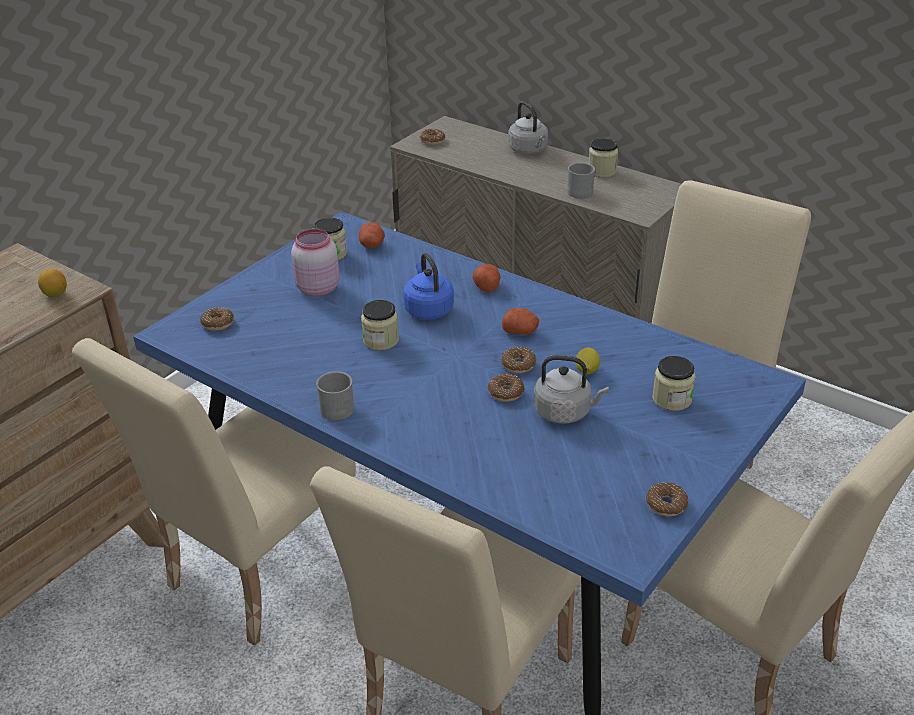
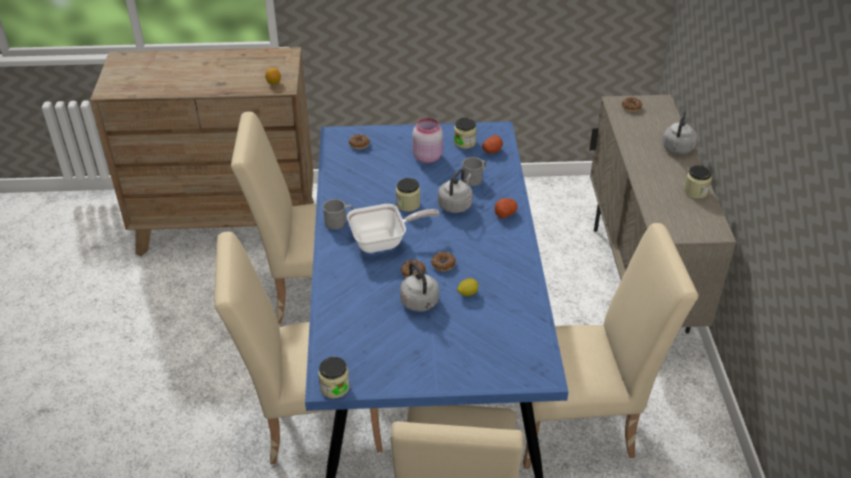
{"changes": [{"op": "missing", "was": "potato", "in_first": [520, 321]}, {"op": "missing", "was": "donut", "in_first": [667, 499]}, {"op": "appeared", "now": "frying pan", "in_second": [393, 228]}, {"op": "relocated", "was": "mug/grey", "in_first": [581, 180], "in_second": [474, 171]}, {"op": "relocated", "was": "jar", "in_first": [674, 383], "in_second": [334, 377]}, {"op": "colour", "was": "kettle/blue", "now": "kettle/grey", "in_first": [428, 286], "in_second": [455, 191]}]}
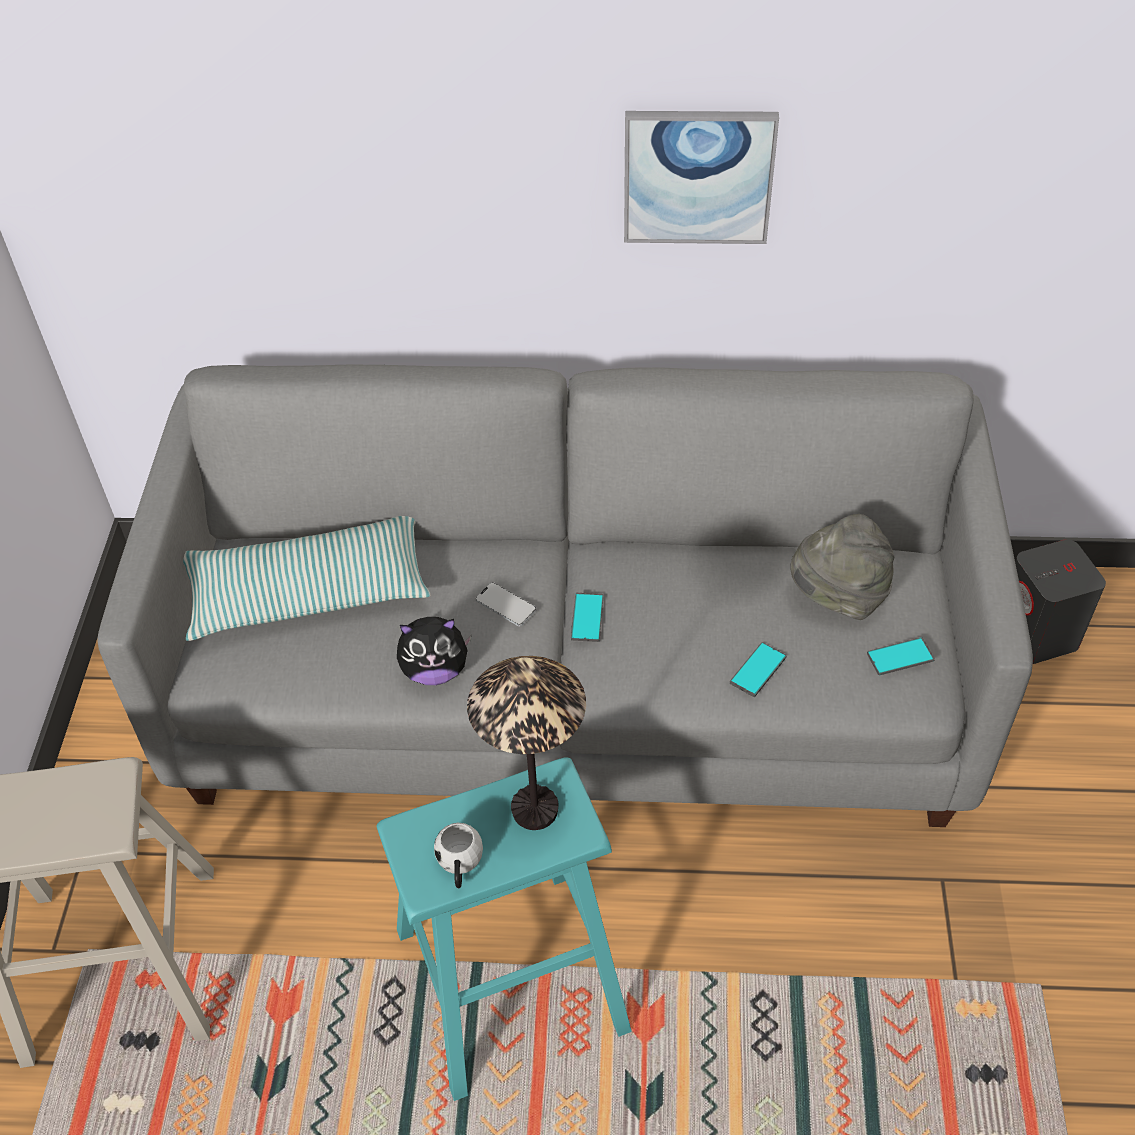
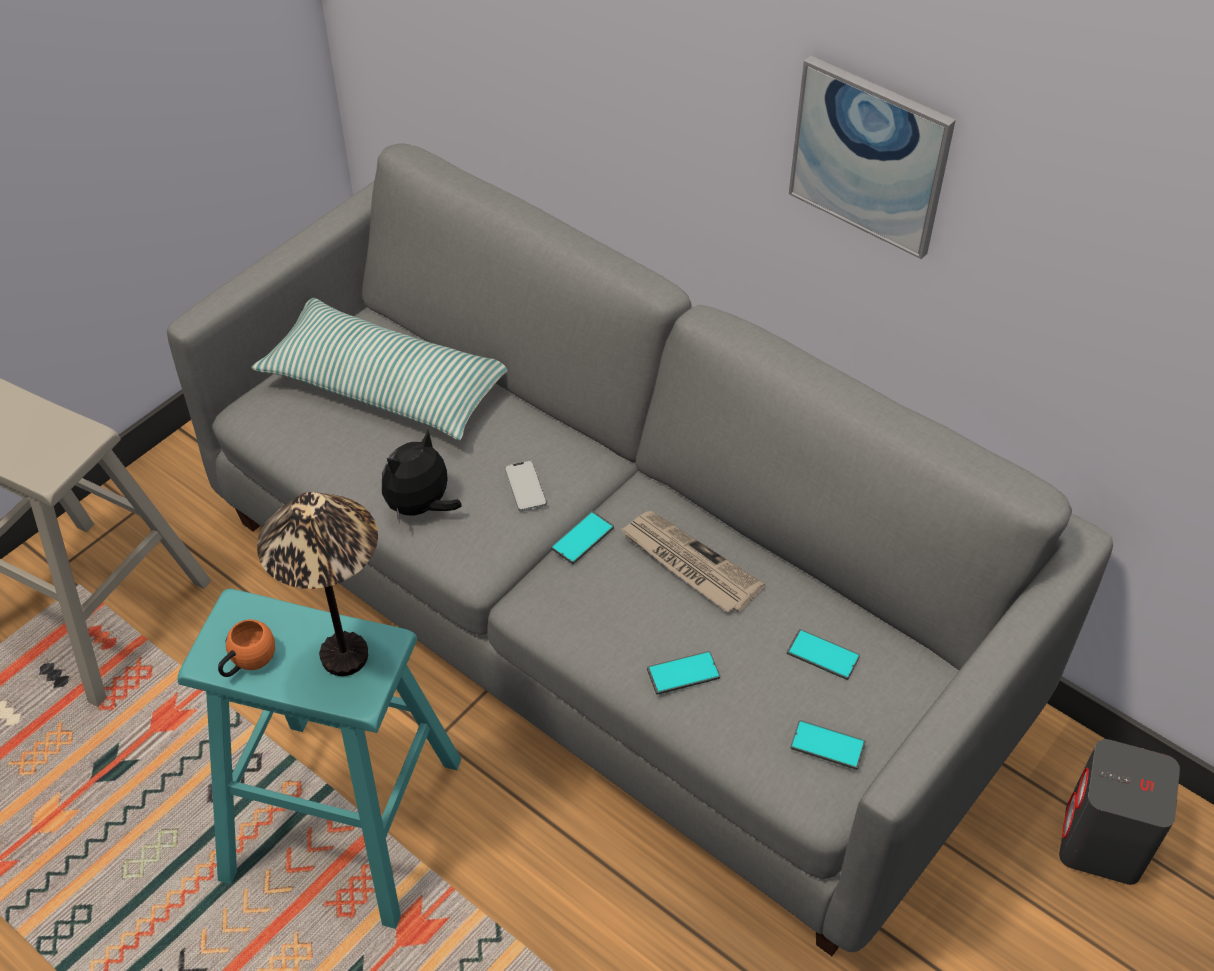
{"changes": [{"op": "appeared", "now": "newspaper", "in_second": [692, 561]}, {"op": "exchanged", "was": "hat/grey", "now": "phone", "in_first": [842, 567], "in_second": [823, 654]}, {"op": "colour", "was": "mug/white", "now": "mug/orange", "in_first": [458, 855], "in_second": [246, 648]}, {"op": "spun", "was": "plush toy", "in_first": [434, 651], "in_second": [422, 476], "clockwise": 105}]}
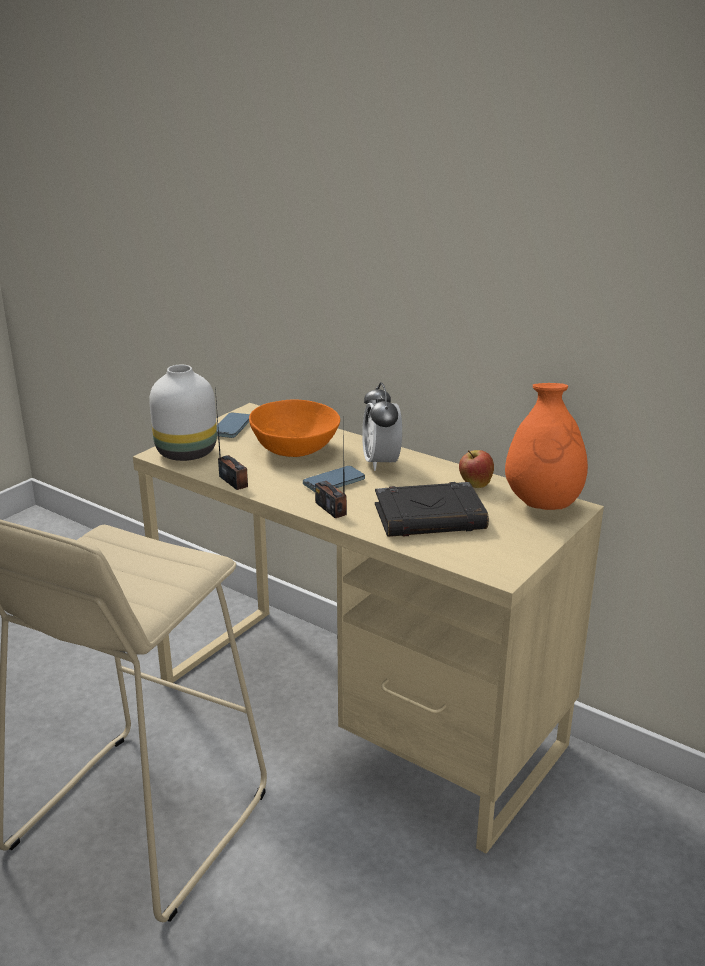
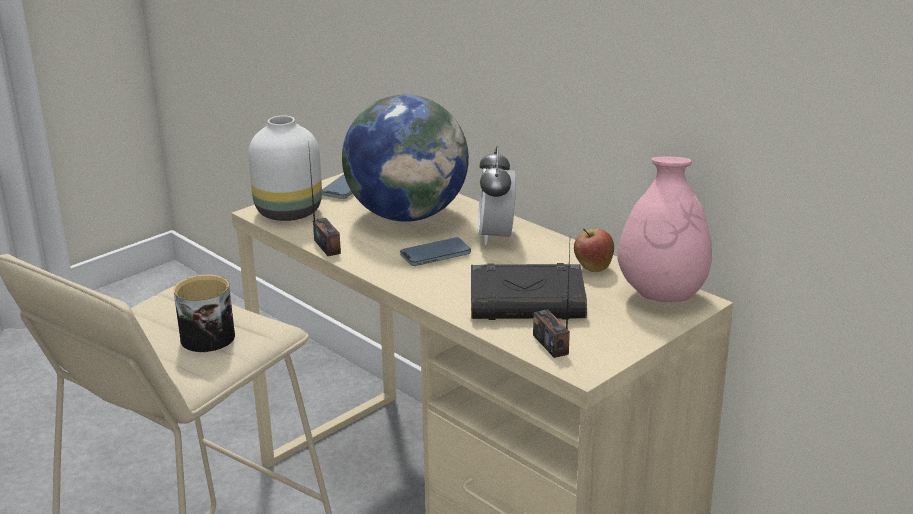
{"changes": [{"op": "appeared", "now": "mug", "in_second": [204, 313]}, {"op": "relocated", "was": "radio", "in_first": [331, 467], "in_second": [551, 302]}, {"op": "exchanged", "was": "bowl/orange", "now": "globe", "in_first": [294, 428], "in_second": [405, 158]}, {"op": "colour", "was": "vase/orange", "now": "vase/pink", "in_first": [546, 446], "in_second": [664, 229]}]}
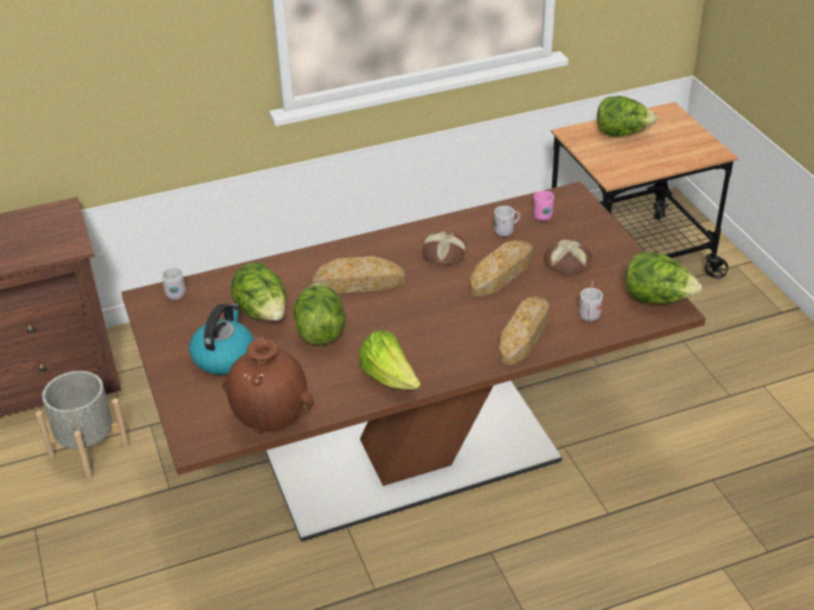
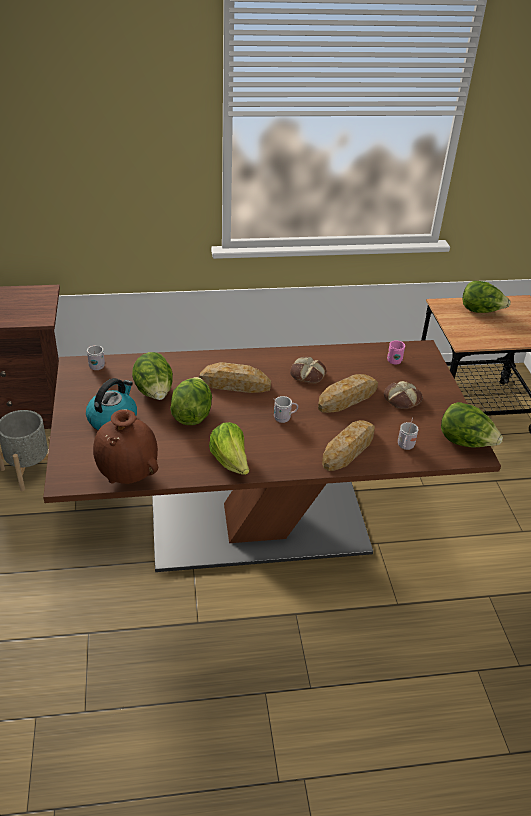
{"changes": [{"op": "relocated", "was": "mug/white", "in_first": [507, 221], "in_second": [285, 409]}]}
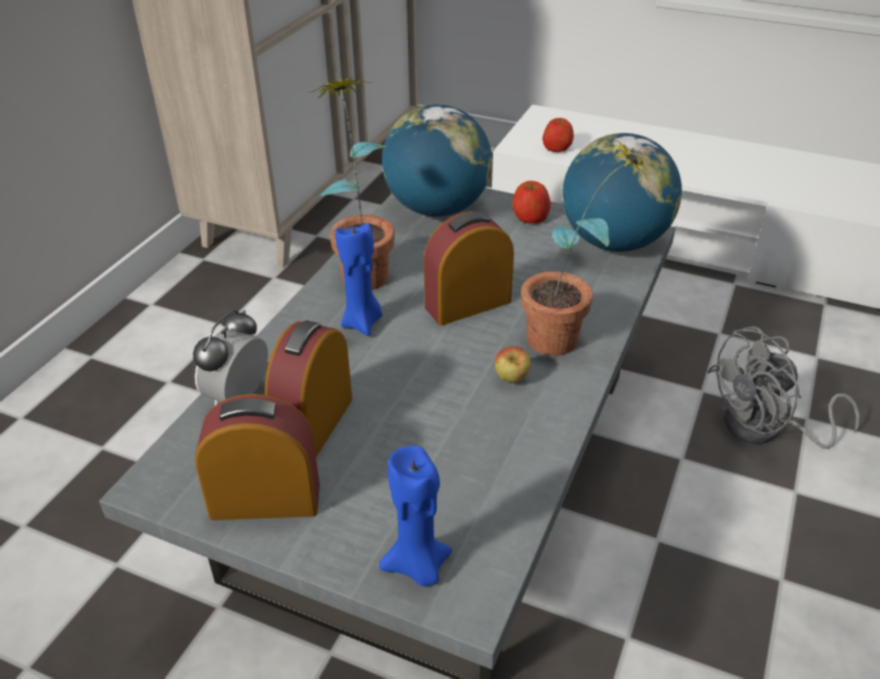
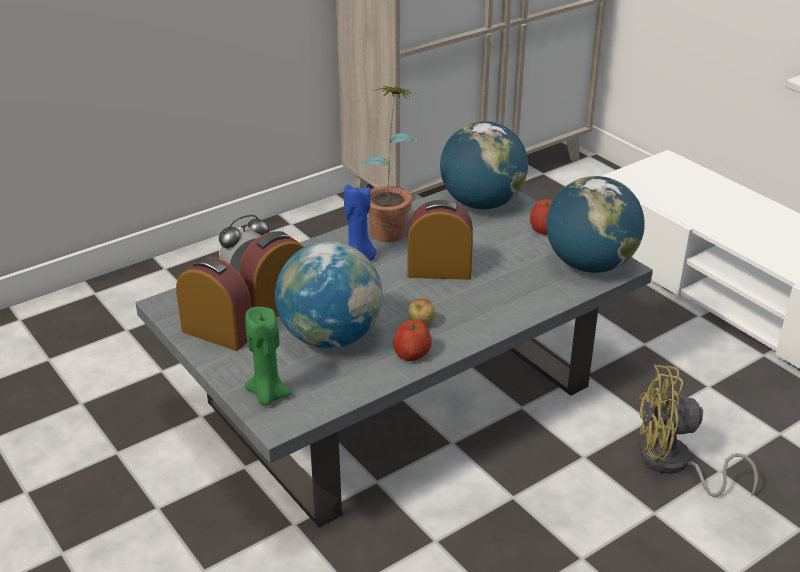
{"changes": [{"op": "missing", "was": "potted plant", "in_first": [586, 247]}, {"op": "appeared", "now": "globe", "in_second": [328, 295]}, {"op": "relocated", "was": "apple", "in_first": [558, 135], "in_second": [412, 340]}, {"op": "colour", "was": "candle/blue", "now": "candle/green", "in_first": [415, 516], "in_second": [268, 356]}, {"op": "colour", "was": "fan/grey", "now": "fan/yellow", "in_first": [783, 387], "in_second": [698, 431]}]}
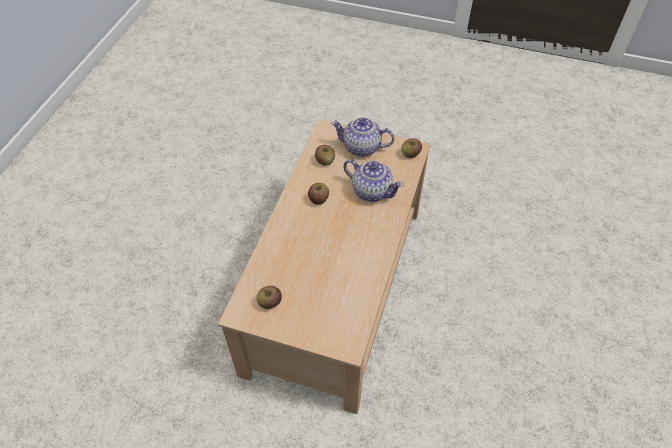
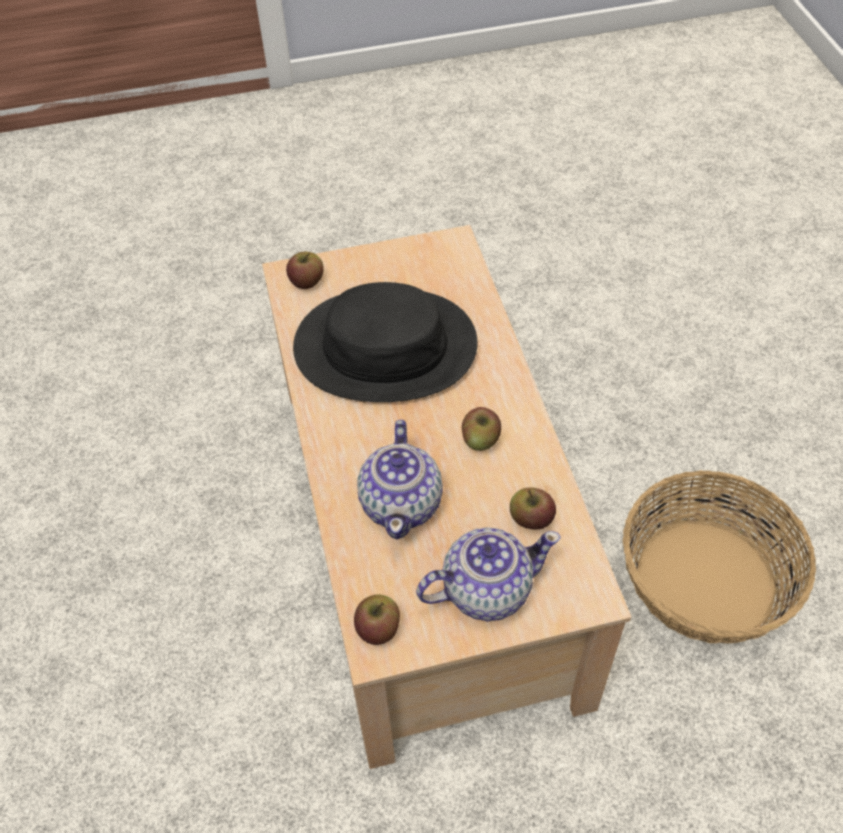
{"changes": [{"op": "appeared", "now": "hat/black", "in_second": [385, 342]}, {"op": "appeared", "now": "basket", "in_second": [719, 556]}, {"op": "relocated", "was": "apple", "in_first": [269, 297], "in_second": [305, 270]}, {"op": "spun", "was": "teapot", "in_first": [374, 180], "in_second": [400, 479], "clockwise": -90}]}
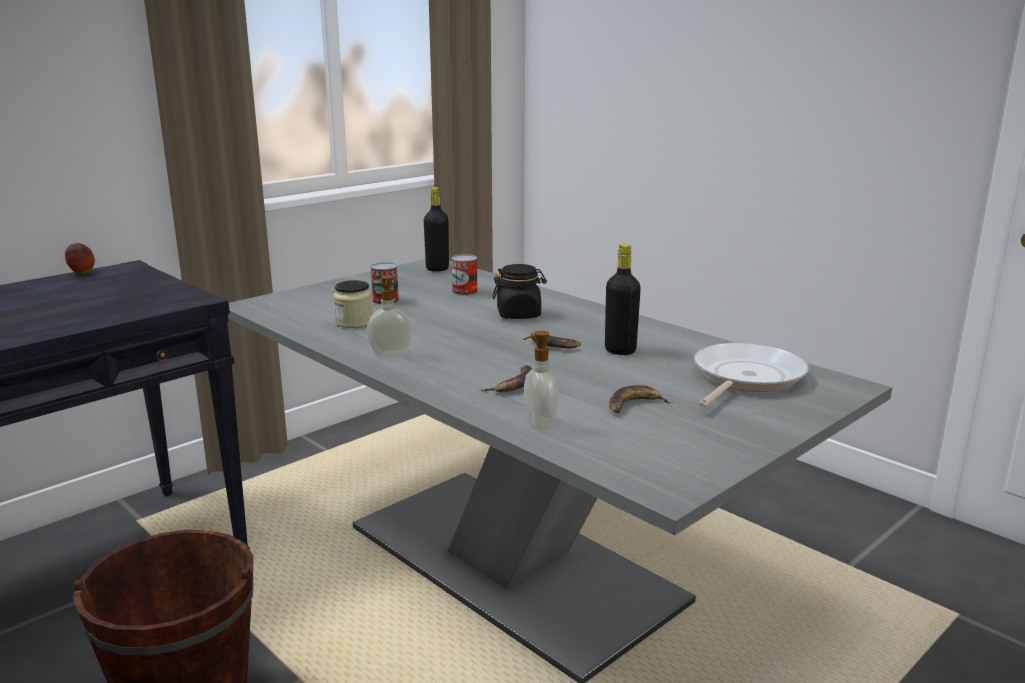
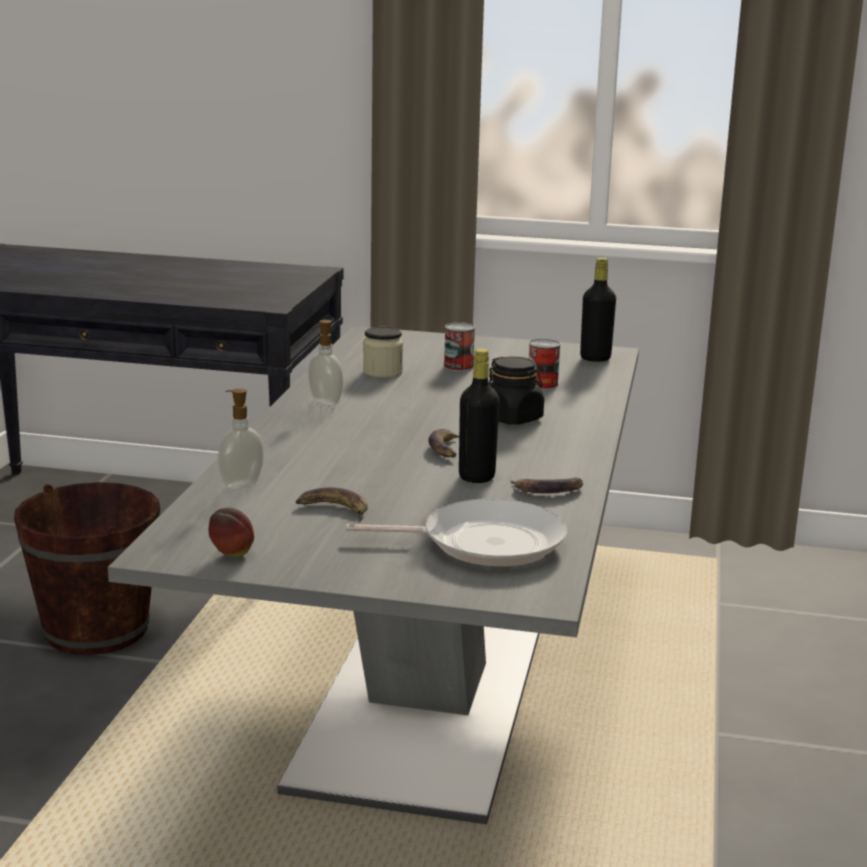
{"changes": [{"op": "relocated", "was": "apple", "in_first": [80, 258], "in_second": [231, 532]}, {"op": "relocated", "was": "banana", "in_first": [506, 378], "in_second": [546, 485]}]}
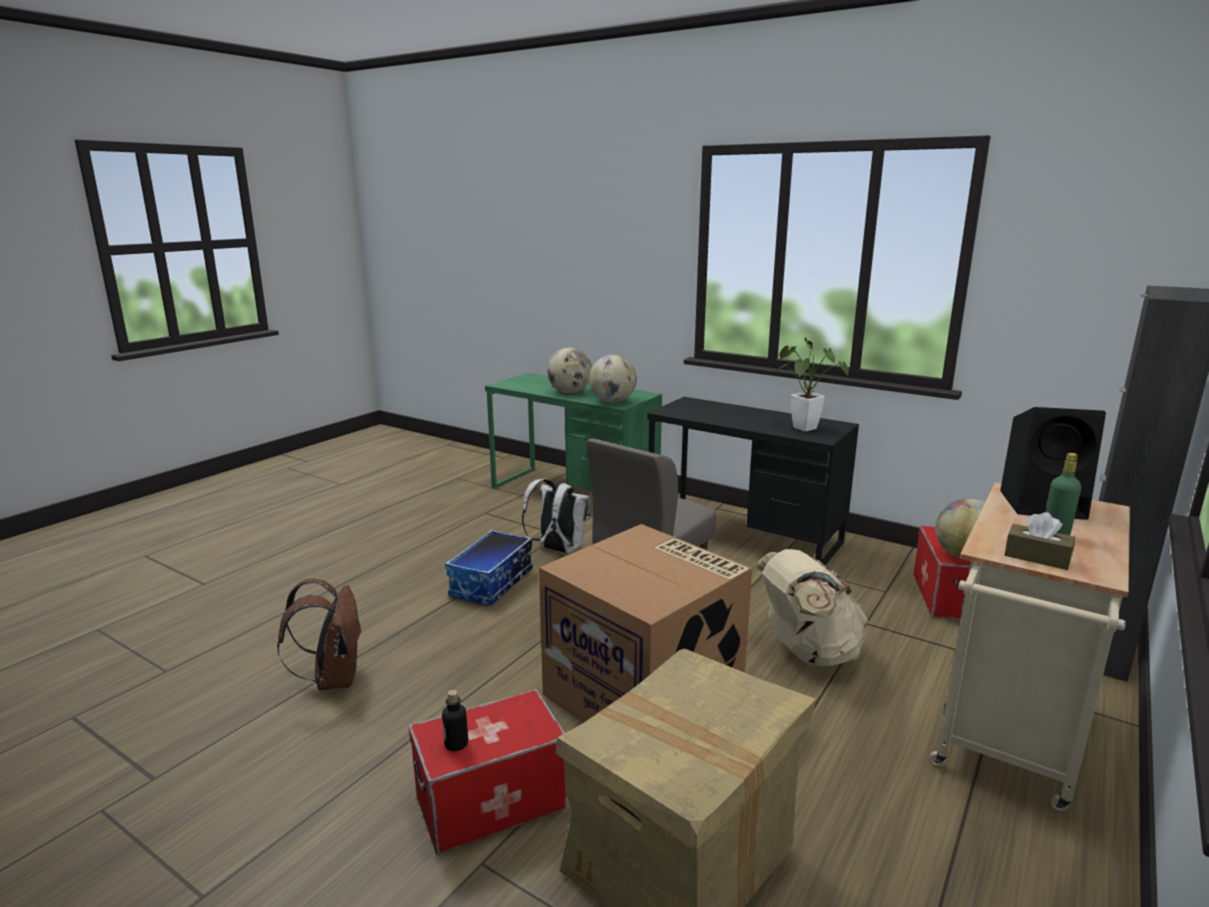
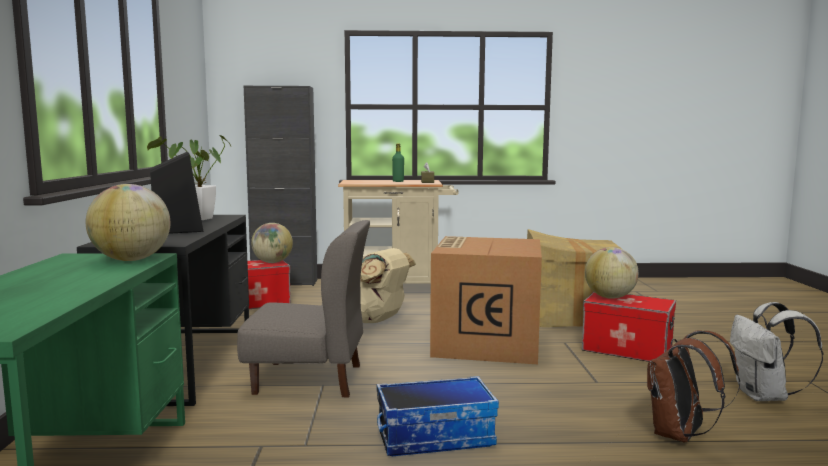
{"changes": [{"op": "missing", "was": "bottle", "in_first": [455, 720]}, {"op": "relocated", "was": "backpack/white", "in_first": [557, 516], "in_second": [777, 351]}, {"op": "relocated", "was": "globe", "in_first": [569, 370], "in_second": [612, 273]}, {"op": "relocated", "was": "speaker/black", "in_first": [1053, 463], "in_second": [177, 193]}]}
